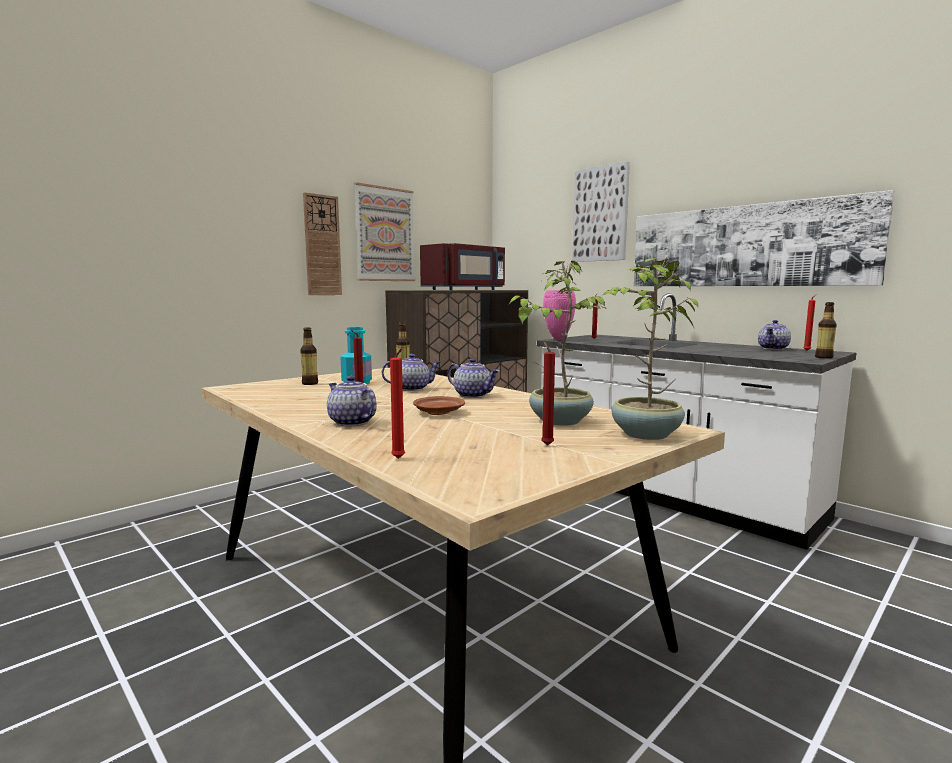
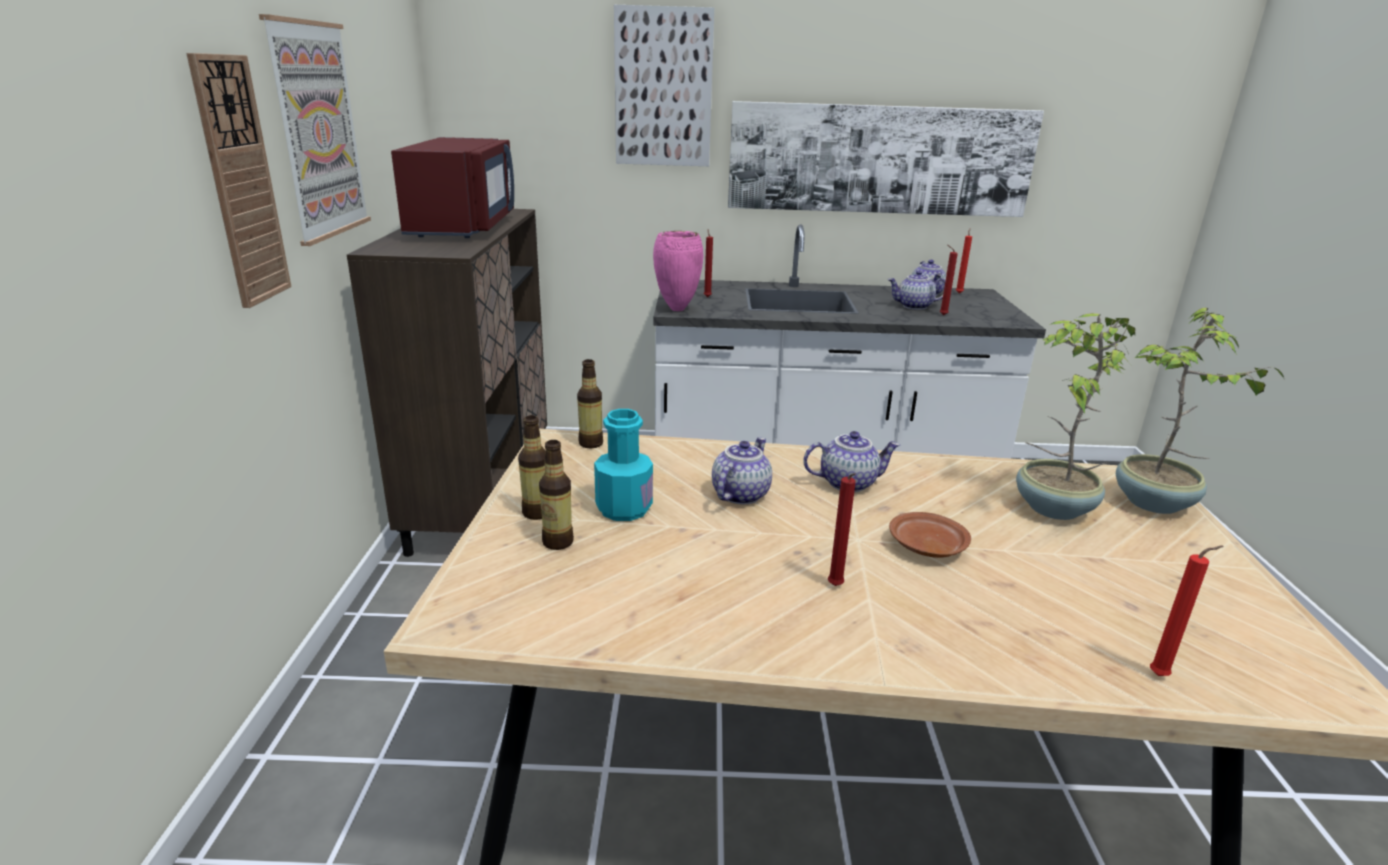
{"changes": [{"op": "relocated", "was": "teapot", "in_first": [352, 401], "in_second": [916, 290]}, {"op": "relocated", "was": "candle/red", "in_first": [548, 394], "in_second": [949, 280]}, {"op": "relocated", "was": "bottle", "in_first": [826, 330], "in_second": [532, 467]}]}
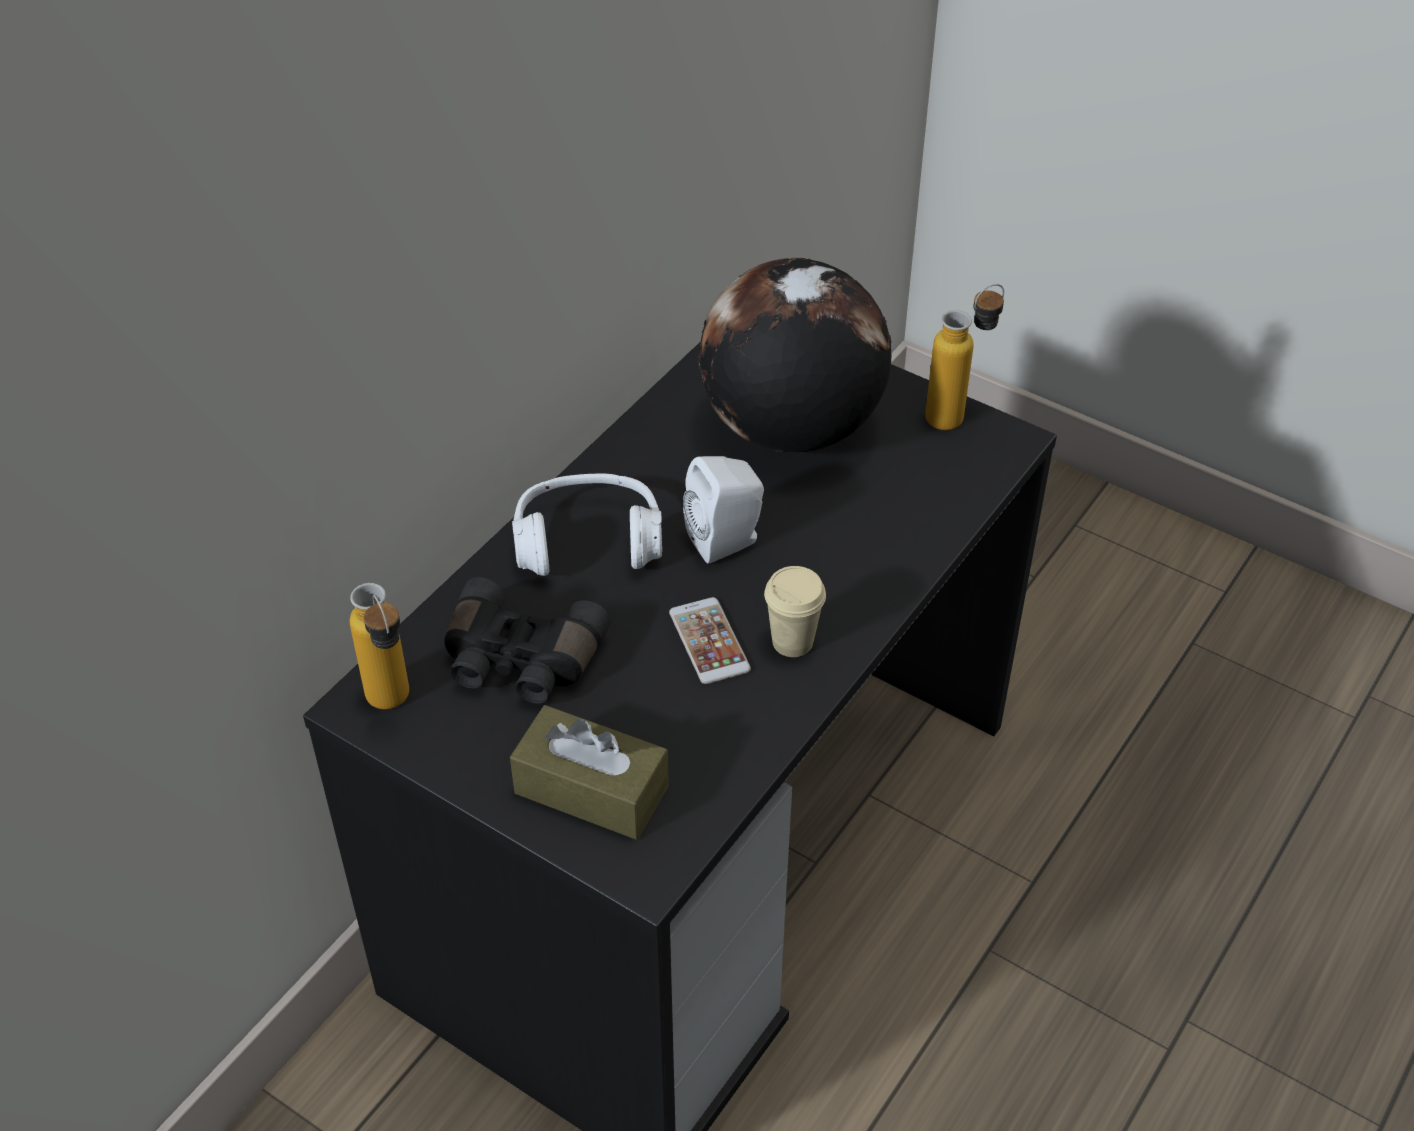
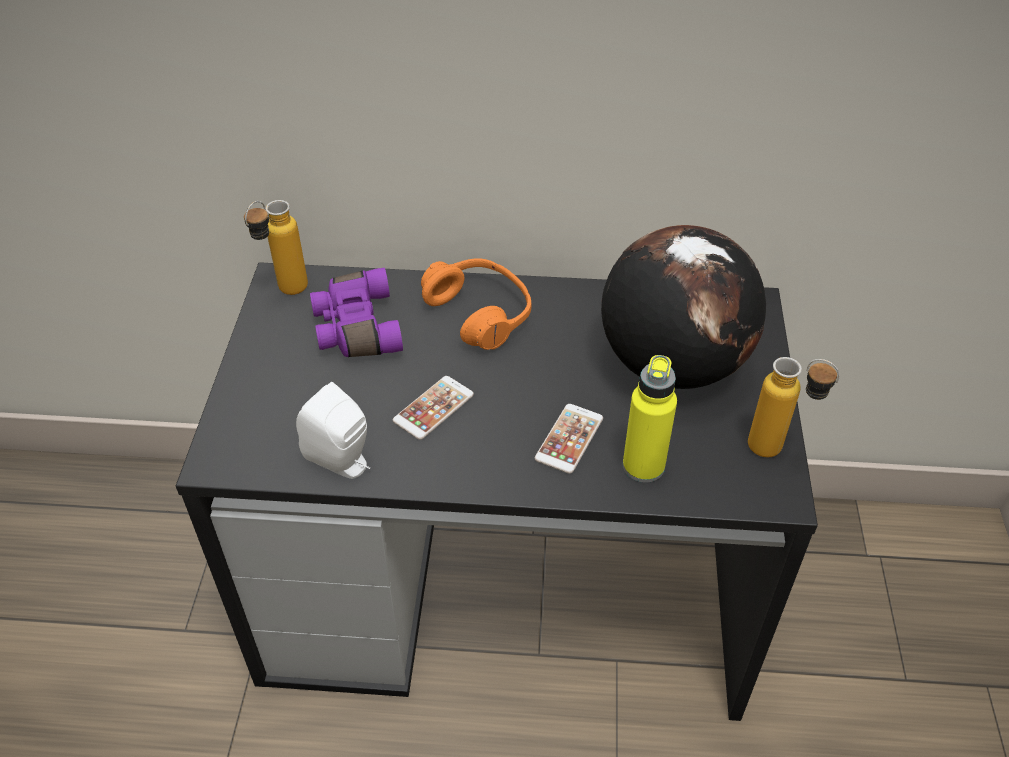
{"changes": [{"op": "missing", "was": "tissue box/brown", "in_first": [589, 772]}, {"op": "missing", "was": "cup/beige", "in_first": [795, 611]}, {"op": "appeared", "now": "phone", "in_second": [569, 439]}, {"op": "appeared", "now": "bottle/yellow", "in_second": [650, 419]}, {"op": "relocated", "was": "speaker/white", "in_first": [723, 510], "in_second": [333, 430]}, {"op": "colour", "was": "binoculars/black", "now": "binoculars/purple", "in_first": [527, 640], "in_second": [356, 312]}, {"op": "colour", "was": "headphones/white", "now": "headphones/orange", "in_first": [587, 524], "in_second": [476, 304]}]}
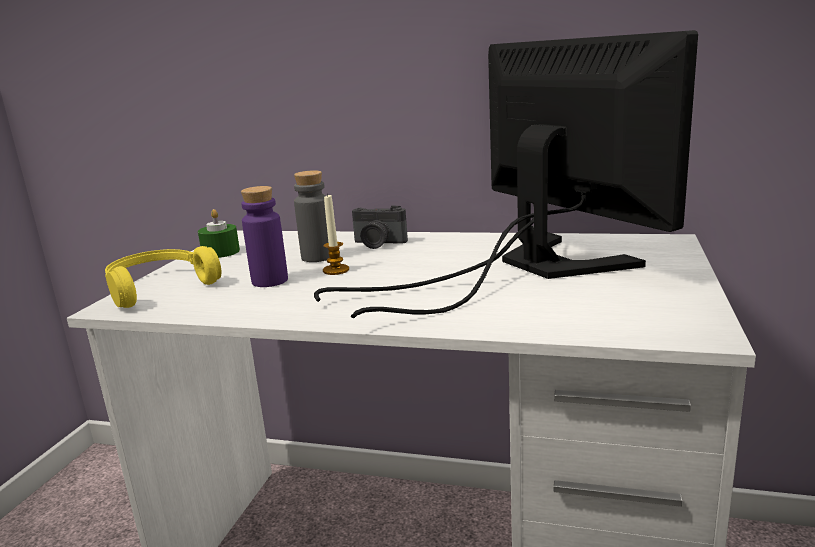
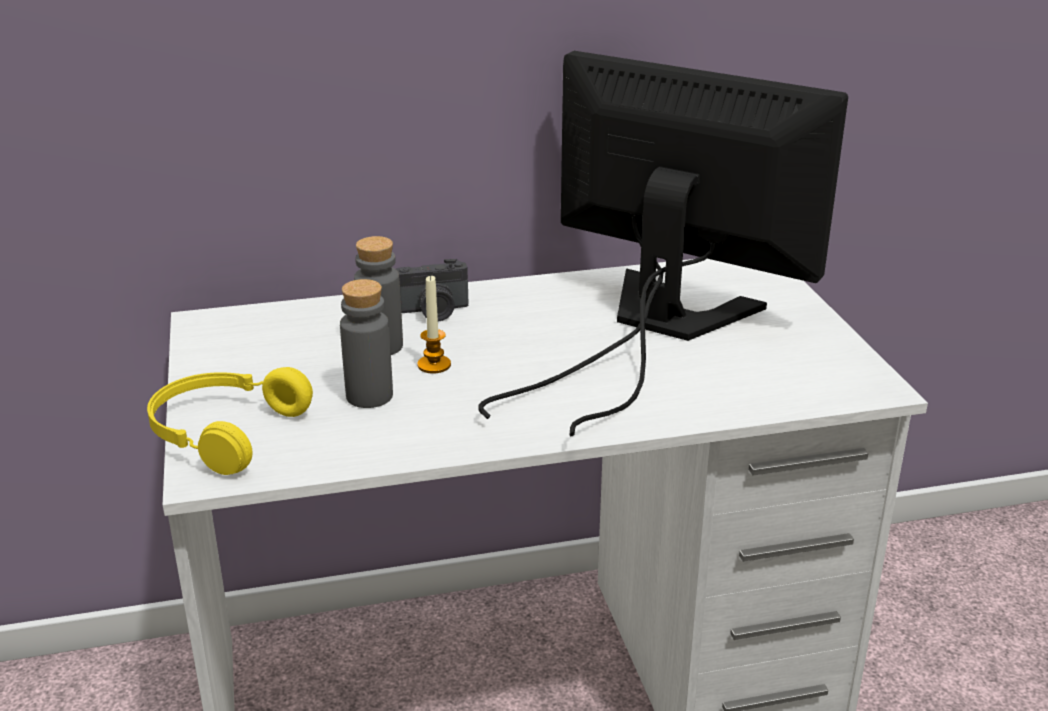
{"changes": [{"op": "missing", "was": "candle/green", "in_first": [219, 233]}, {"op": "colour", "was": "bottle/purple", "now": "bottle/grey", "in_first": [264, 236], "in_second": [366, 343]}]}
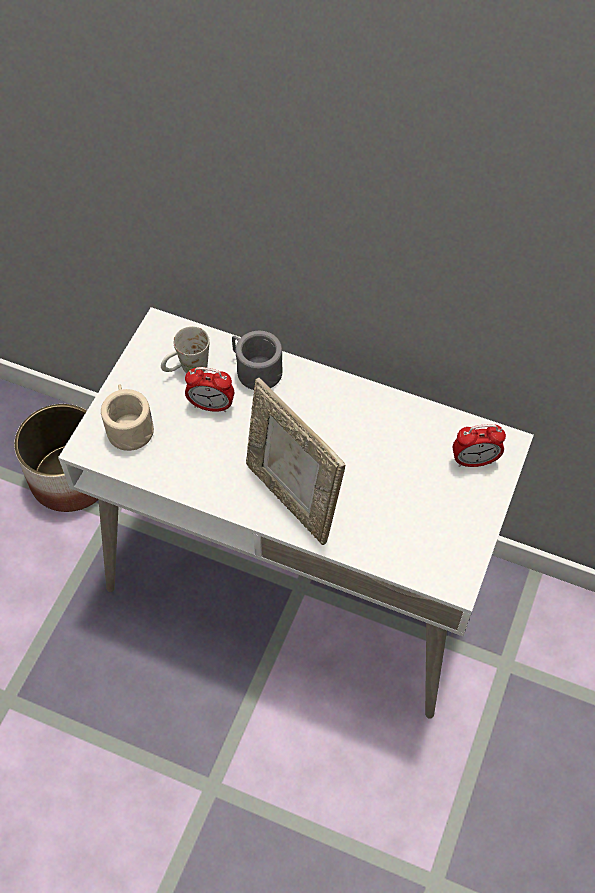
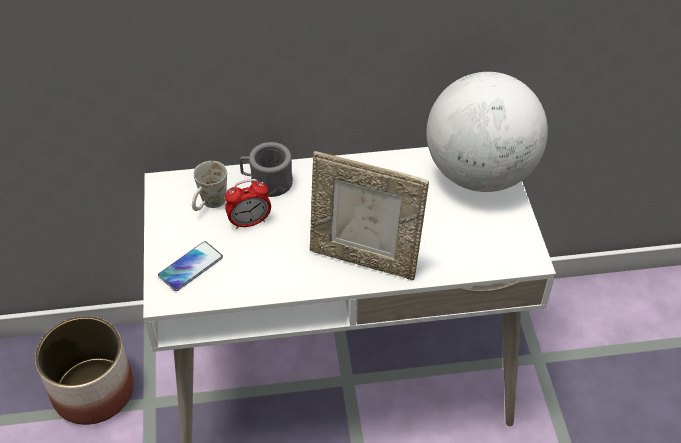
{"changes": [{"op": "exchanged", "was": "mug/beige", "now": "phone", "in_first": [127, 417], "in_second": [190, 266]}, {"op": "exchanged", "was": "alarm clock", "now": "globe", "in_first": [479, 445], "in_second": [487, 132]}]}
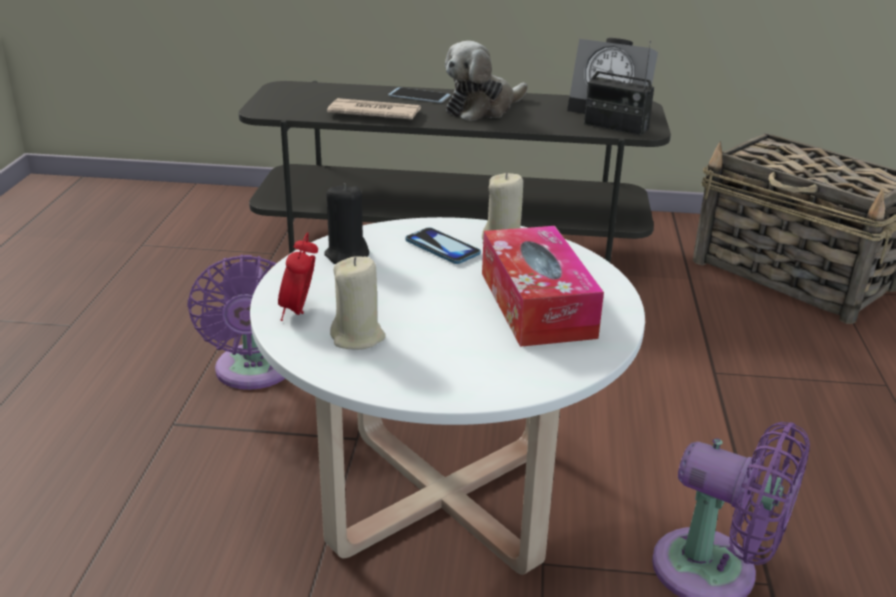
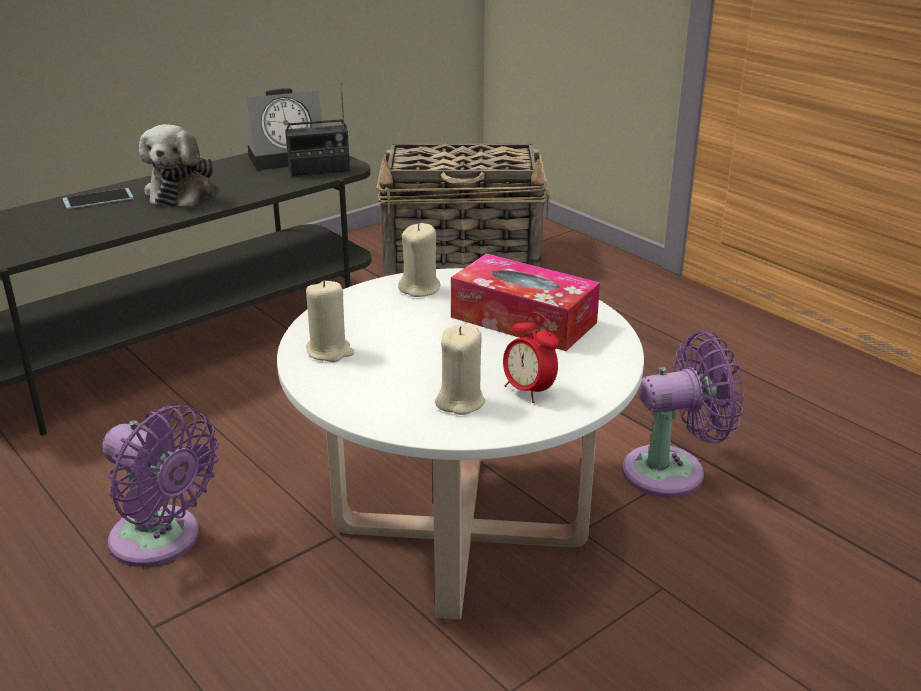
{"changes": [{"op": "missing", "was": "newspaper", "in_first": [374, 109]}, {"op": "missing", "was": "phone", "in_first": [443, 246]}, {"op": "relocated", "was": "alarm clock", "in_first": [298, 276], "in_second": [531, 357]}, {"op": "colour", "was": "candle/black", "now": "candle/beige", "in_first": [346, 223], "in_second": [330, 321]}]}
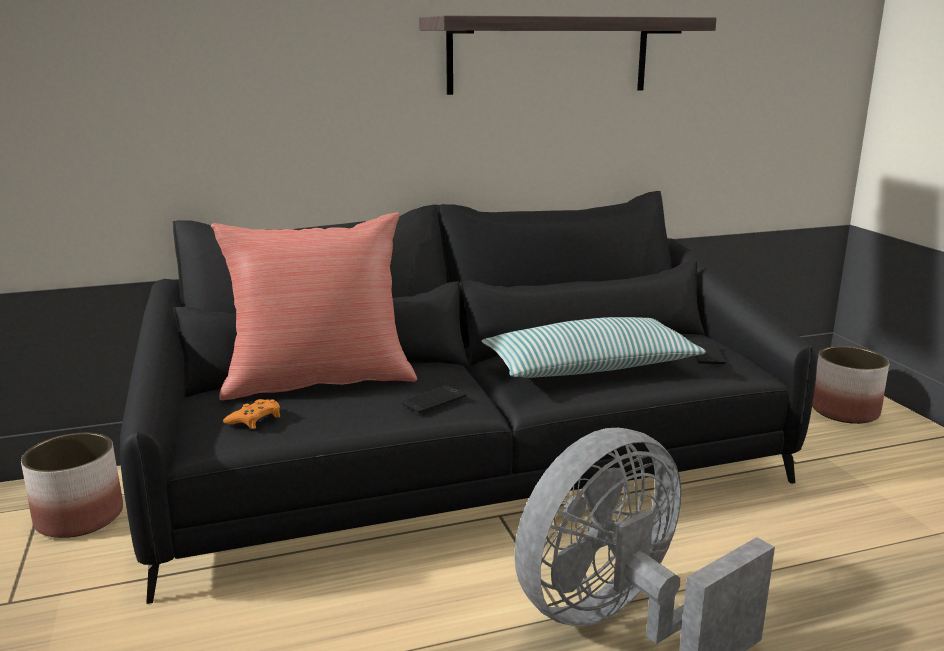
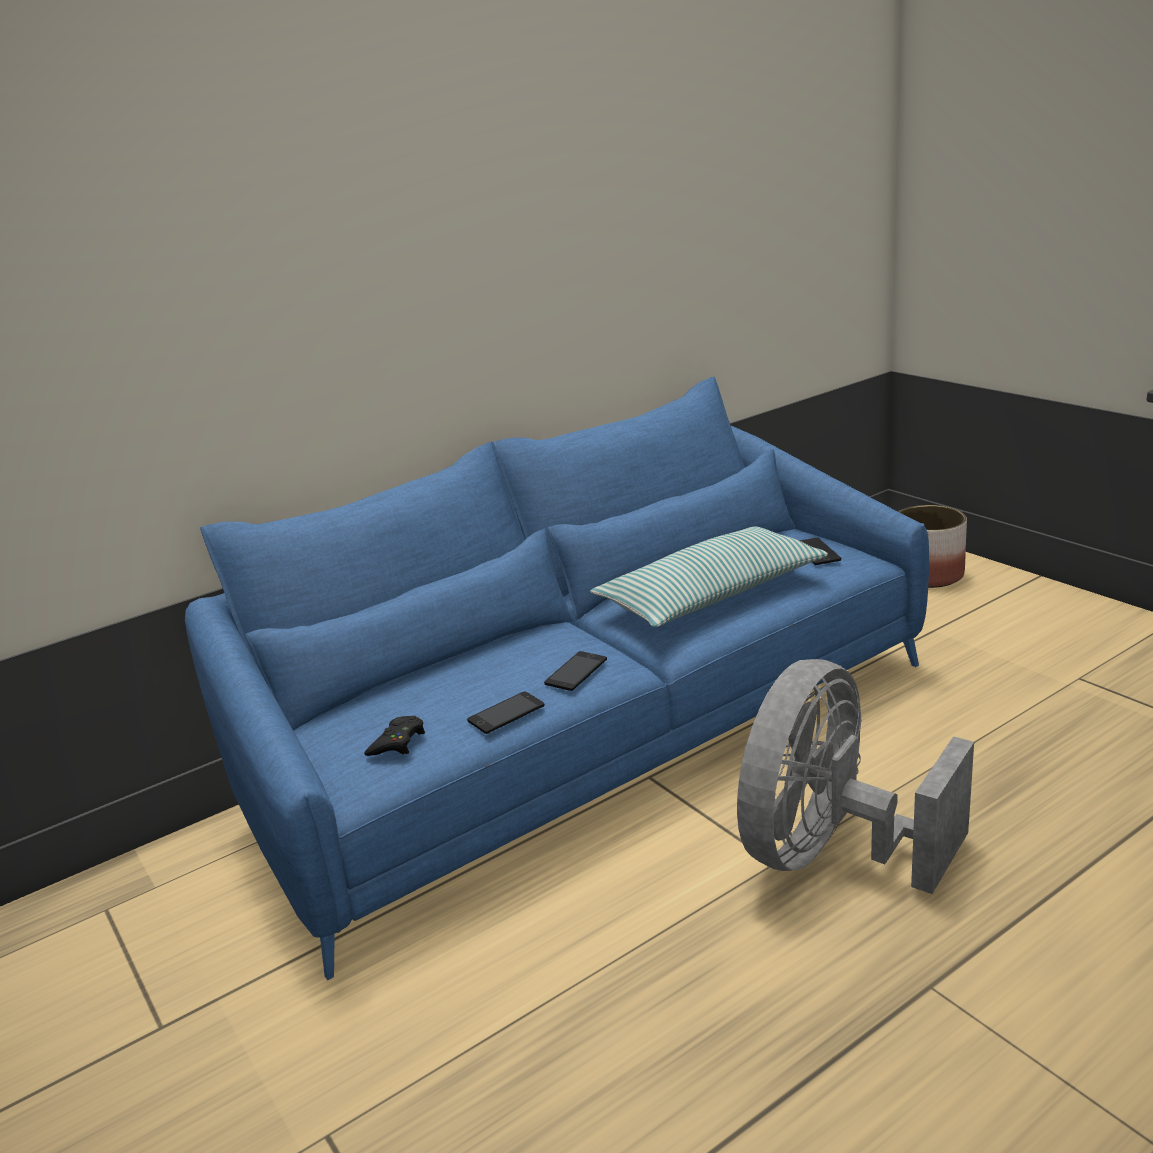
{"changes": [{"op": "missing", "was": "planter", "in_first": [72, 485]}, {"op": "missing", "was": "pillow/red", "in_first": [314, 306]}, {"op": "missing", "was": "shelf", "in_first": [568, 55]}, {"op": "appeared", "now": "phone", "in_second": [506, 712]}, {"op": "colour", "was": "sofa/black", "now": "sofa/blue", "in_first": [468, 397], "in_second": [557, 678]}, {"op": "colour", "was": "game controller/orange", "now": "game controller/black", "in_first": [251, 414], "in_second": [394, 736]}]}
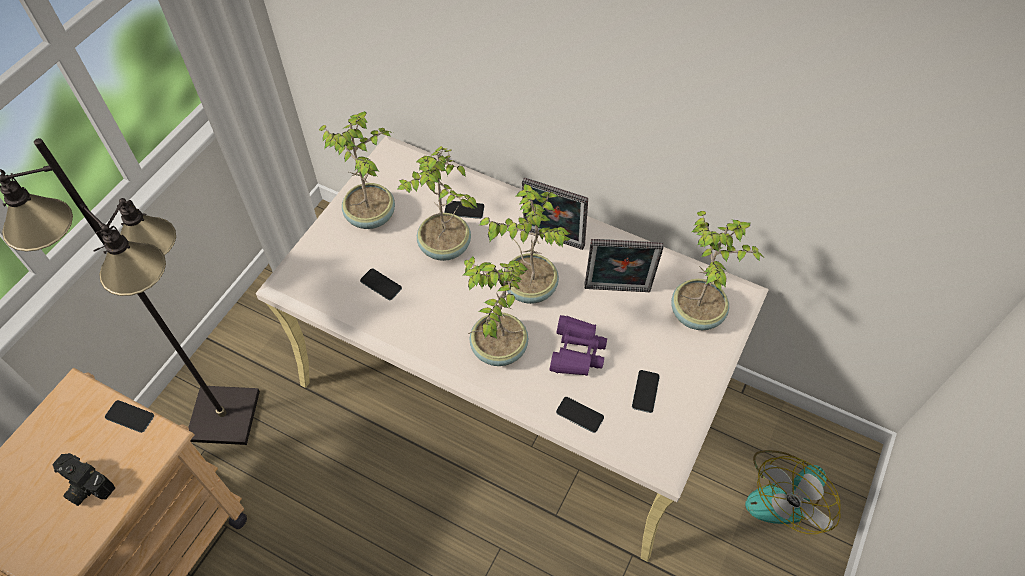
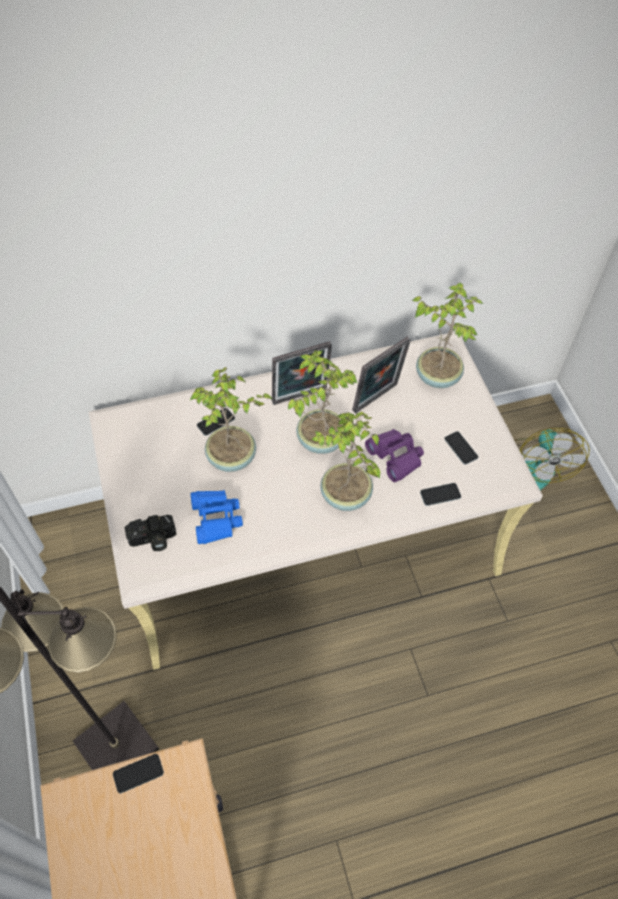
{"changes": [{"op": "missing", "was": "potted plant", "in_first": [357, 170]}, {"op": "relocated", "was": "photo camera", "in_first": [83, 479], "in_second": [150, 533]}, {"op": "exchanged", "was": "phone", "now": "binoculars/blue", "in_first": [381, 284], "in_second": [217, 517]}]}
